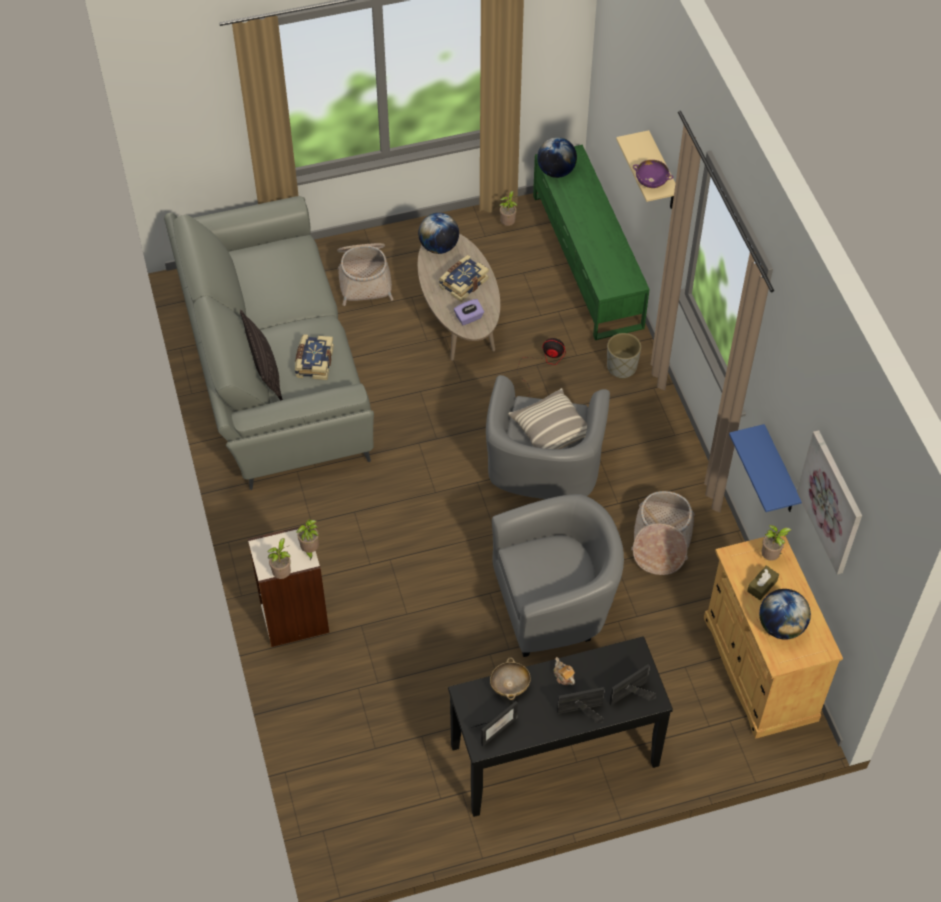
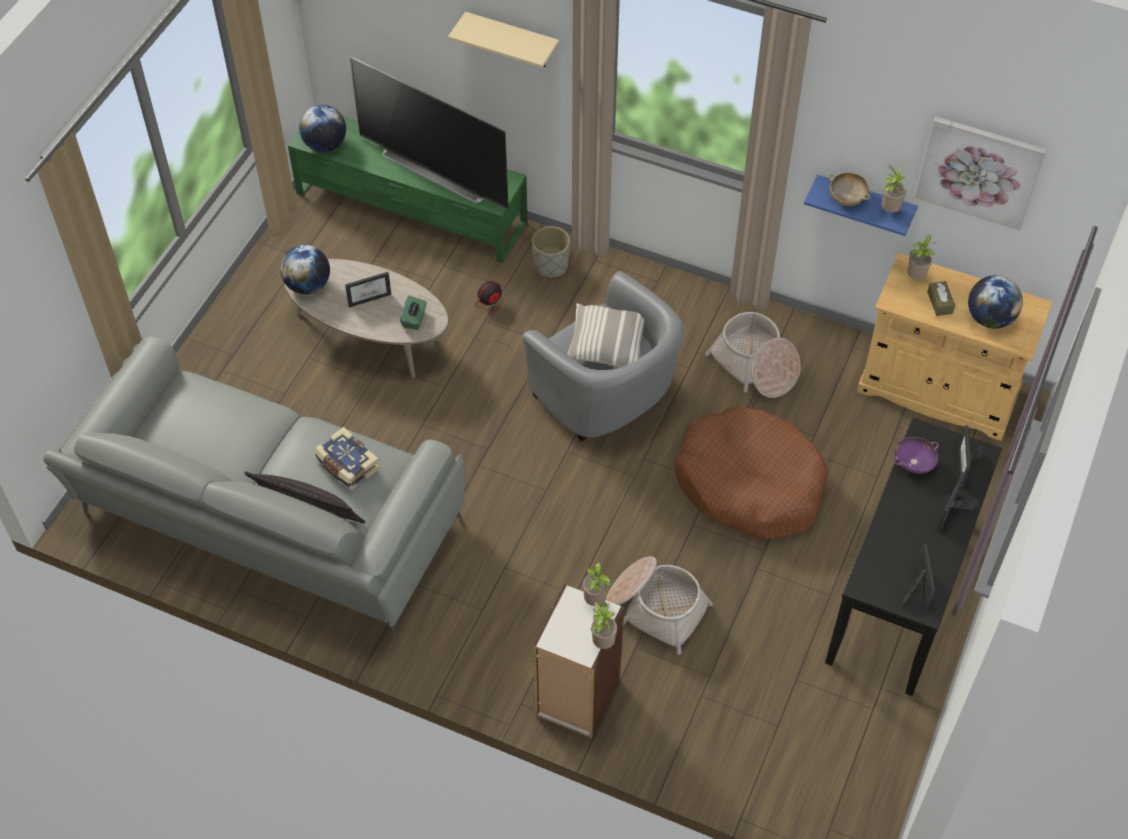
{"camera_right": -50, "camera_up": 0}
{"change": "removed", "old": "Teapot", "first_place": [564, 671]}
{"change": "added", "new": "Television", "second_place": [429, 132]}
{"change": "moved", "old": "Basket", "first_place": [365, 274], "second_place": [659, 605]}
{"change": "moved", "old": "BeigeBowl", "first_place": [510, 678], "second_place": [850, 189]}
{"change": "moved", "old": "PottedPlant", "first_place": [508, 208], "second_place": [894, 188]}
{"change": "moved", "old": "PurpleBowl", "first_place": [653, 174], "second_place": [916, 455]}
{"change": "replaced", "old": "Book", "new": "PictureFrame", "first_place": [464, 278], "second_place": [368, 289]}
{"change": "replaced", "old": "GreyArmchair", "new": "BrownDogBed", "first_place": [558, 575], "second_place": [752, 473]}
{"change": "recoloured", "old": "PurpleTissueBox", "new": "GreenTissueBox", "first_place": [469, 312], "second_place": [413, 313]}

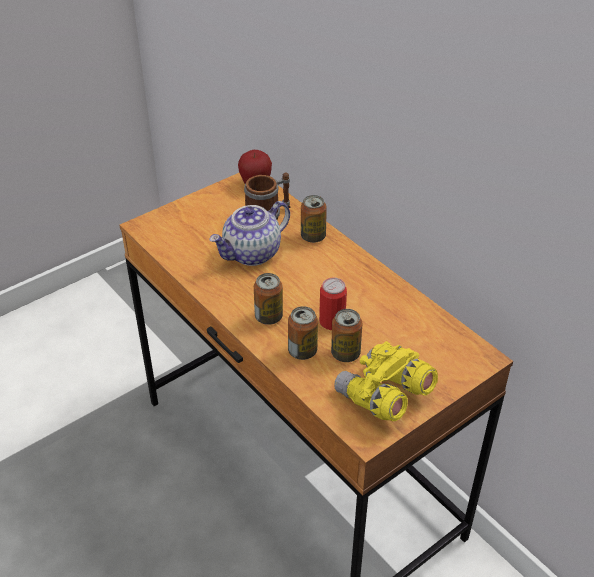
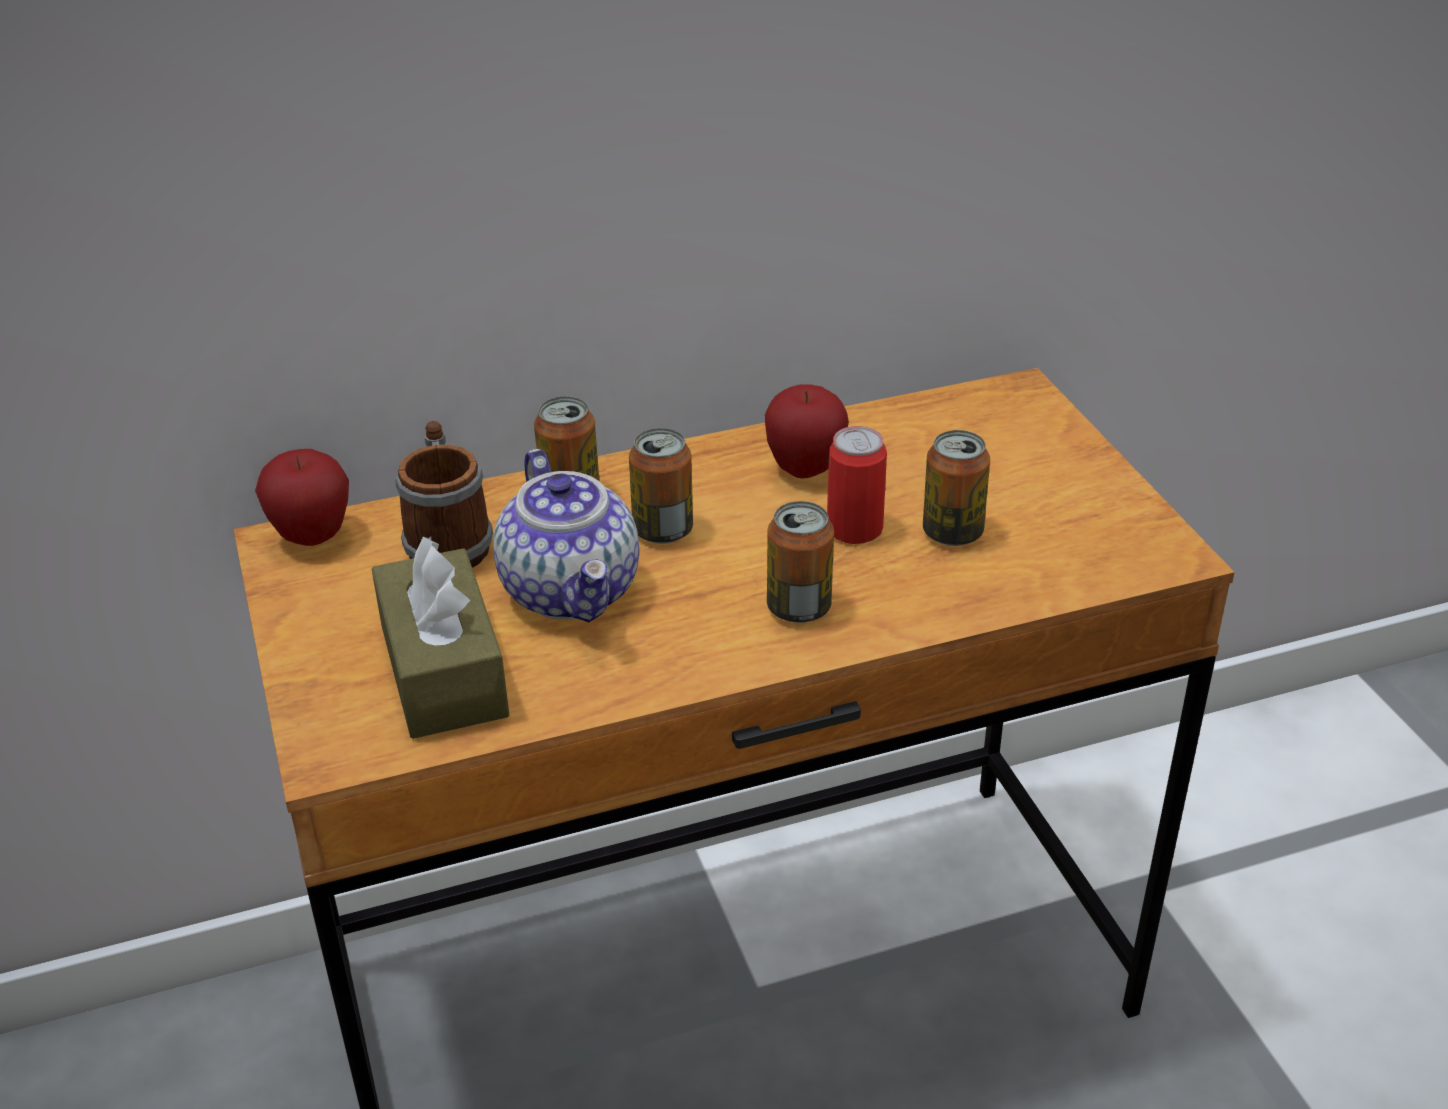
{"camera_right": -70, "camera_up": -5}
{"change": "removed", "old": "YellowBinoculars", "first_place": [386, 381]}
{"change": "added", "new": "BrownTissueBox", "second_place": [440, 638]}
{"change": "added", "new": "Apple", "second_place": [807, 431]}
{"change": "moved", "old": "Can", "first_place": [303, 333], "second_place": [661, 486]}

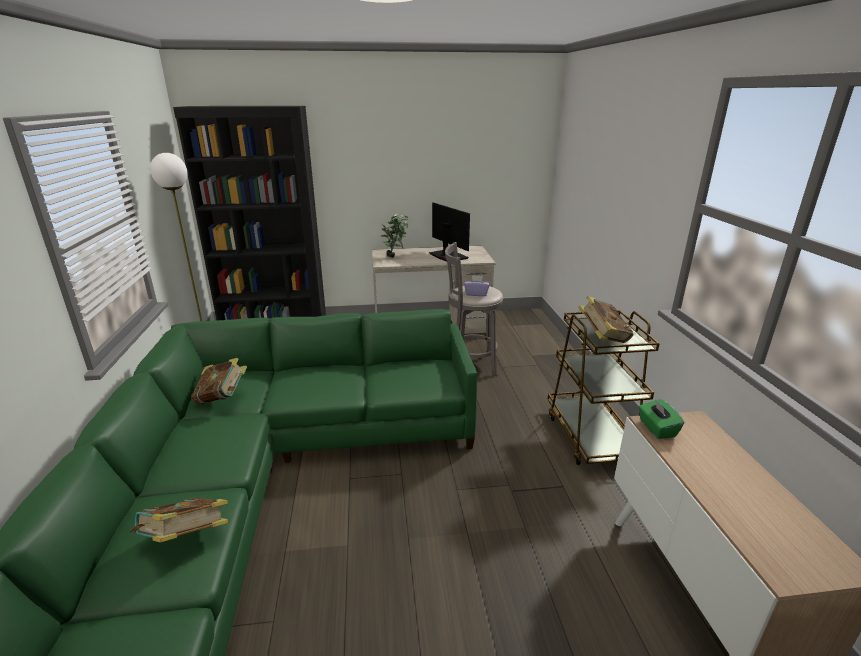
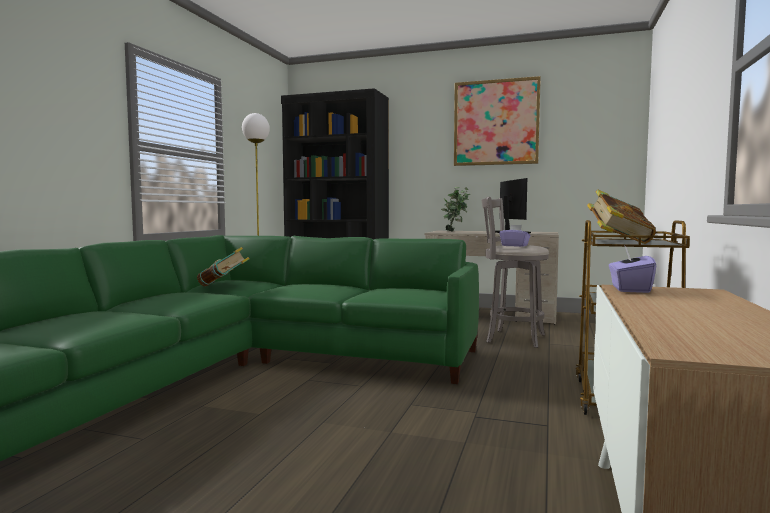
{"camera_right": 25, "camera_up": -20}
{"change": "removed", "old": "Book", "first_place": [179, 520]}
{"change": "added", "new": "Picture", "second_place": [497, 121]}
{"change": "recoloured", "old": "GreenTissueBox", "new": "PurpleTissueBox", "first_place": [661, 419], "second_place": [632, 269]}

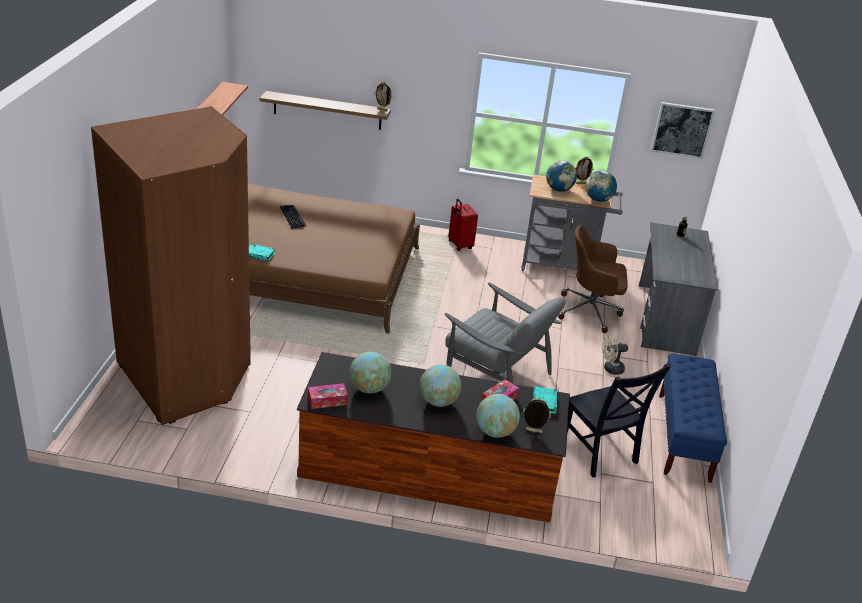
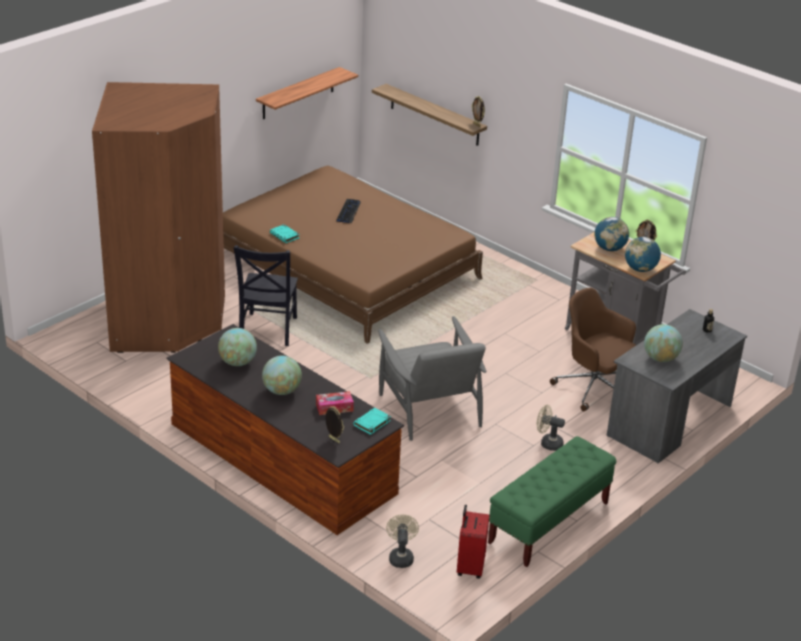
{"camera_right": 35, "camera_up": 0}
{"change": "removed", "old": "TissueBox", "first_place": [328, 396]}
{"change": "removed", "old": "Picture", "first_place": [683, 130]}
{"change": "added", "new": "BeigeFan", "second_place": [402, 541]}
{"change": "moved", "old": "RedSuitcase", "first_place": [463, 225], "second_place": [473, 542]}
{"change": "moved", "old": "Globe", "first_place": [498, 416], "second_place": [663, 343]}
{"change": "moved", "old": "BlackChair", "first_place": [619, 420], "second_place": [266, 295]}
{"change": "recoloured", "old": "BlueBench", "new": "GreenBench", "first_place": [693, 418], "second_place": [552, 501]}

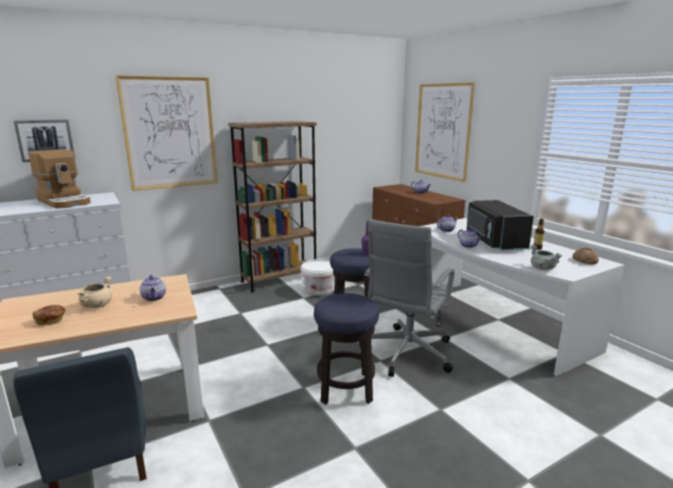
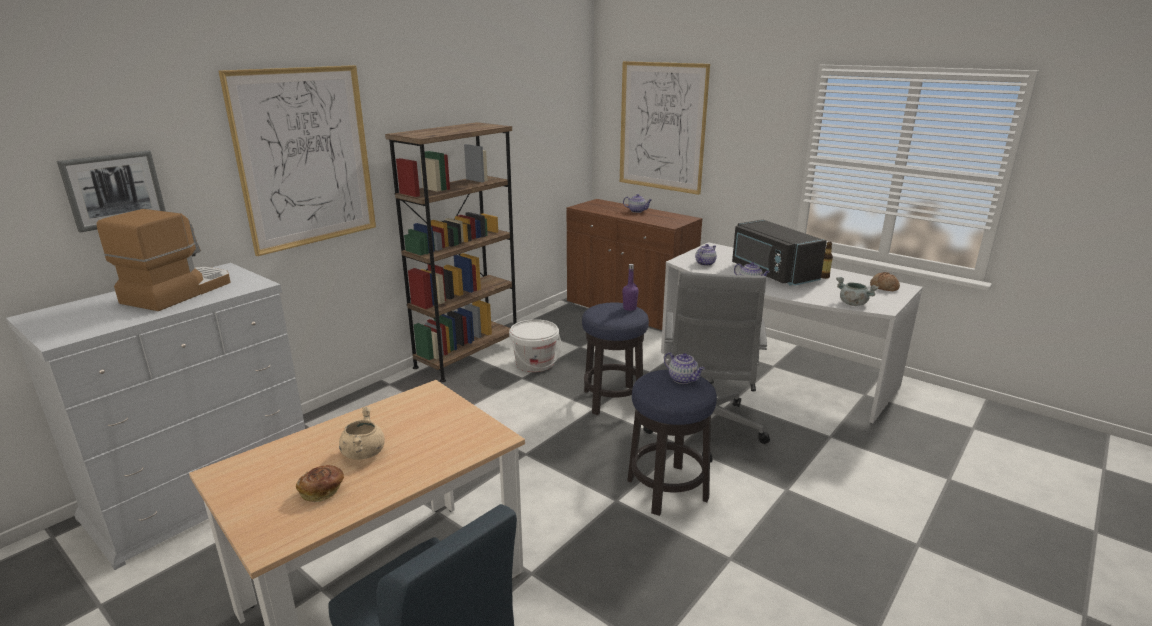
{"camera_right": -20, "camera_up": 5}
{"change": "moved", "old": "Teapot", "first_place": [153, 288], "second_place": [684, 368]}
{"change": "turned", "old": "CoffeeMachine", "first_place": [59, 179], "second_place": [164, 260], "degrees": -90}

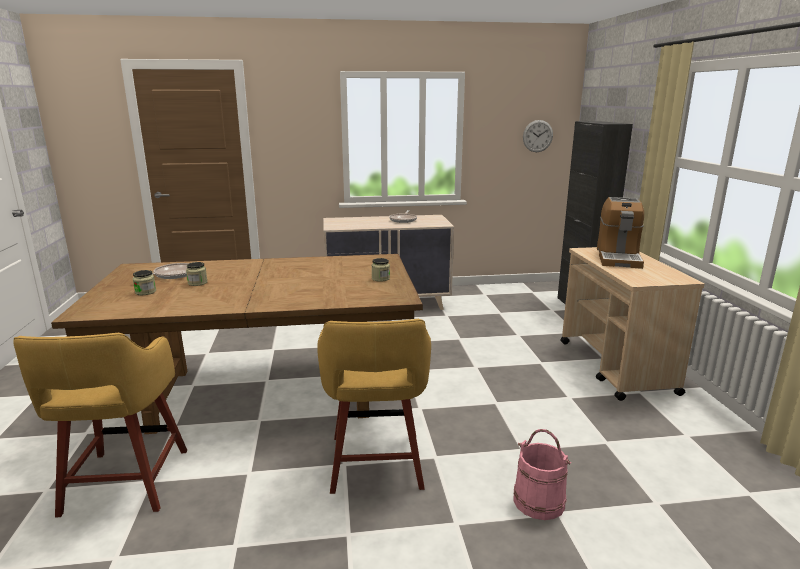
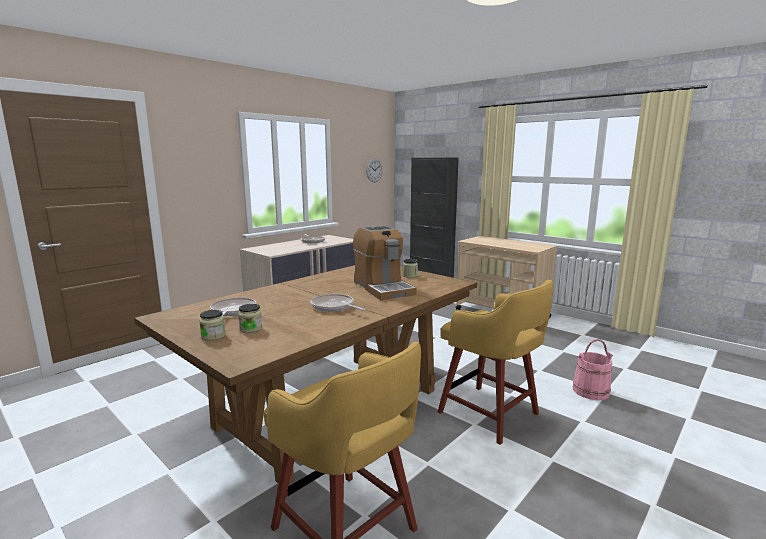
{"camera_right": -40, "camera_up": -5}
{"change": "added", "new": "FryingPan", "second_place": [338, 303]}
{"change": "moved", "old": "Jar", "first_place": [196, 274], "second_place": [212, 325]}
{"change": "moved", "old": "CoffeeMachine", "first_place": [620, 233], "second_place": [385, 263]}

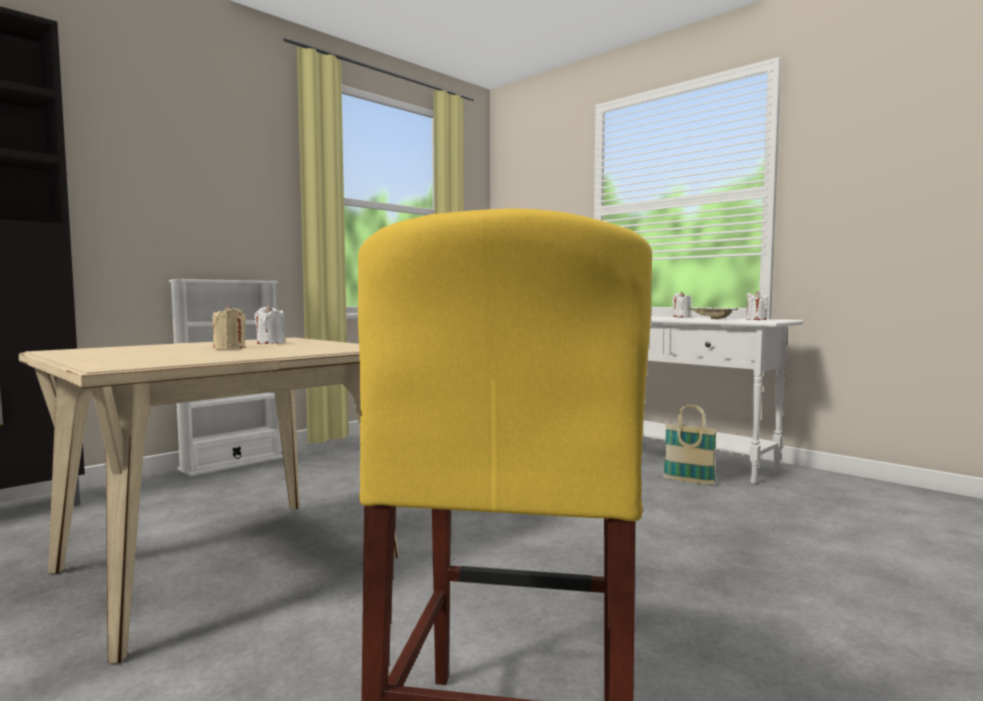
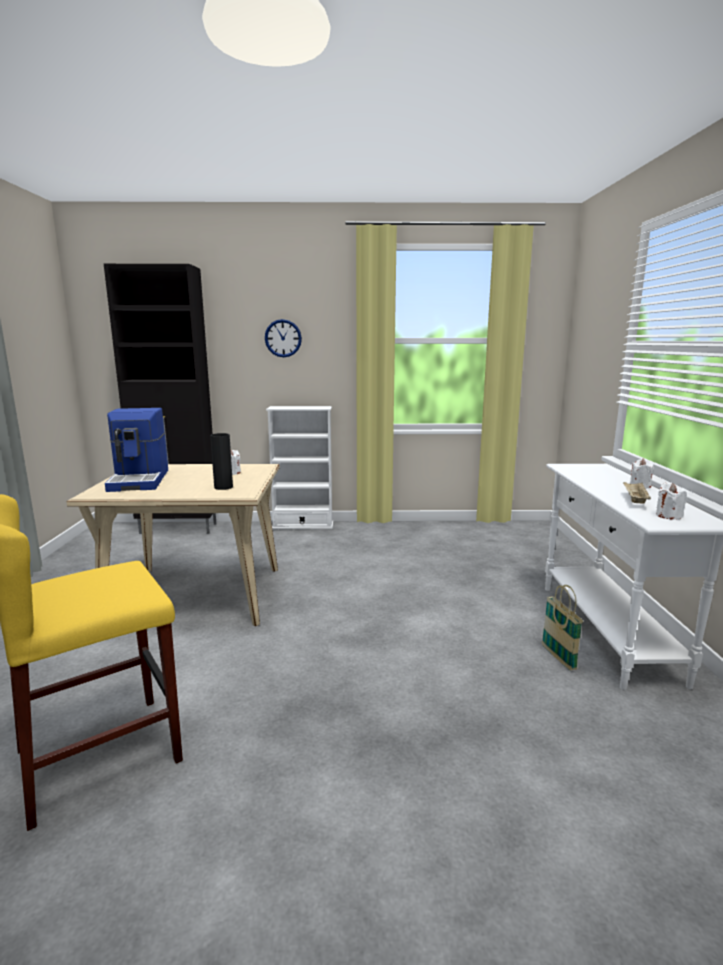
{"camera_right": 45, "camera_up": 10}
{"change": "removed", "old": "BeigeCandle", "first_place": [229, 327]}
{"change": "added", "new": "CoffeeMachine", "second_place": [136, 450]}
{"change": "added", "new": "BlackVase", "second_place": [221, 461]}
{"change": "added", "new": "WallClock", "second_place": [283, 338]}

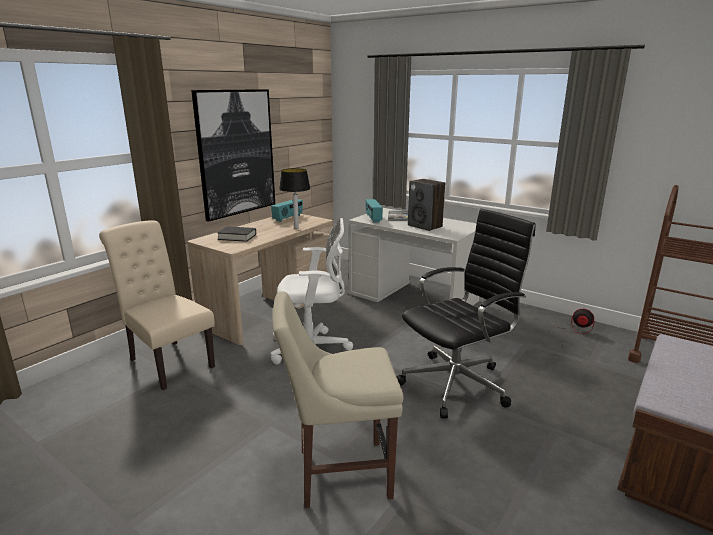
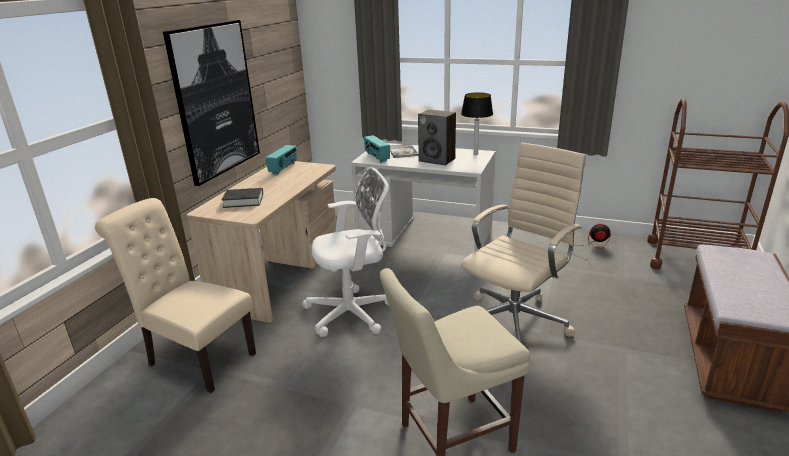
{"camera_right": -15, "camera_up": 5}
{"change": "moved", "old": "TableLamp", "first_place": [295, 198], "second_place": [477, 123]}
{"change": "recoloured", "old": "BlackOfficeChair", "new": "BeigeOfficeChair", "first_place": [466, 314], "second_place": [523, 242]}

